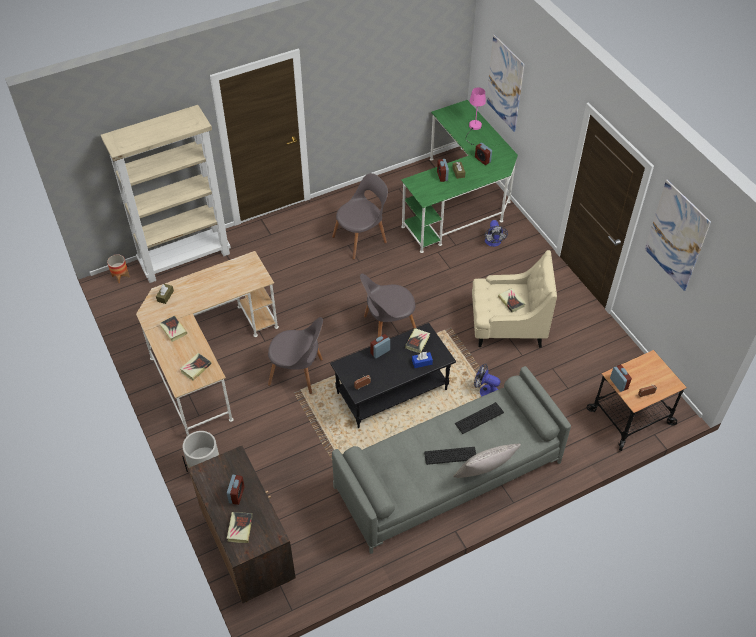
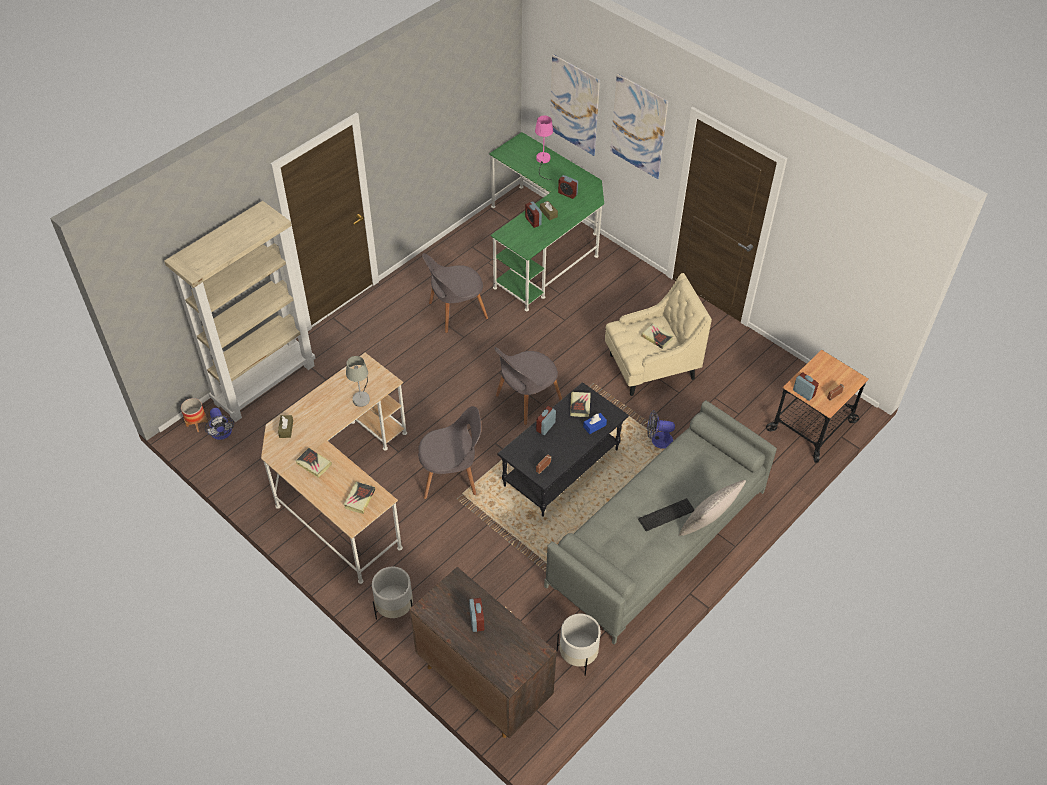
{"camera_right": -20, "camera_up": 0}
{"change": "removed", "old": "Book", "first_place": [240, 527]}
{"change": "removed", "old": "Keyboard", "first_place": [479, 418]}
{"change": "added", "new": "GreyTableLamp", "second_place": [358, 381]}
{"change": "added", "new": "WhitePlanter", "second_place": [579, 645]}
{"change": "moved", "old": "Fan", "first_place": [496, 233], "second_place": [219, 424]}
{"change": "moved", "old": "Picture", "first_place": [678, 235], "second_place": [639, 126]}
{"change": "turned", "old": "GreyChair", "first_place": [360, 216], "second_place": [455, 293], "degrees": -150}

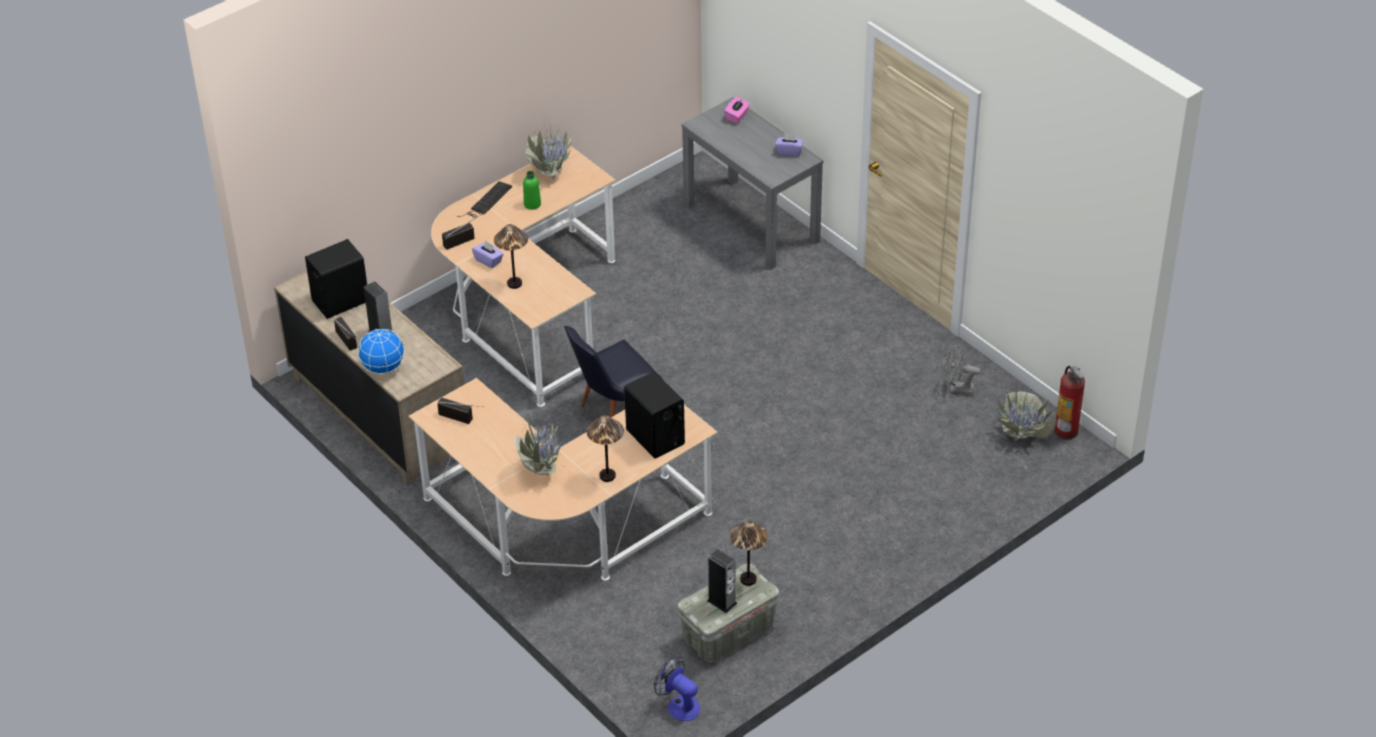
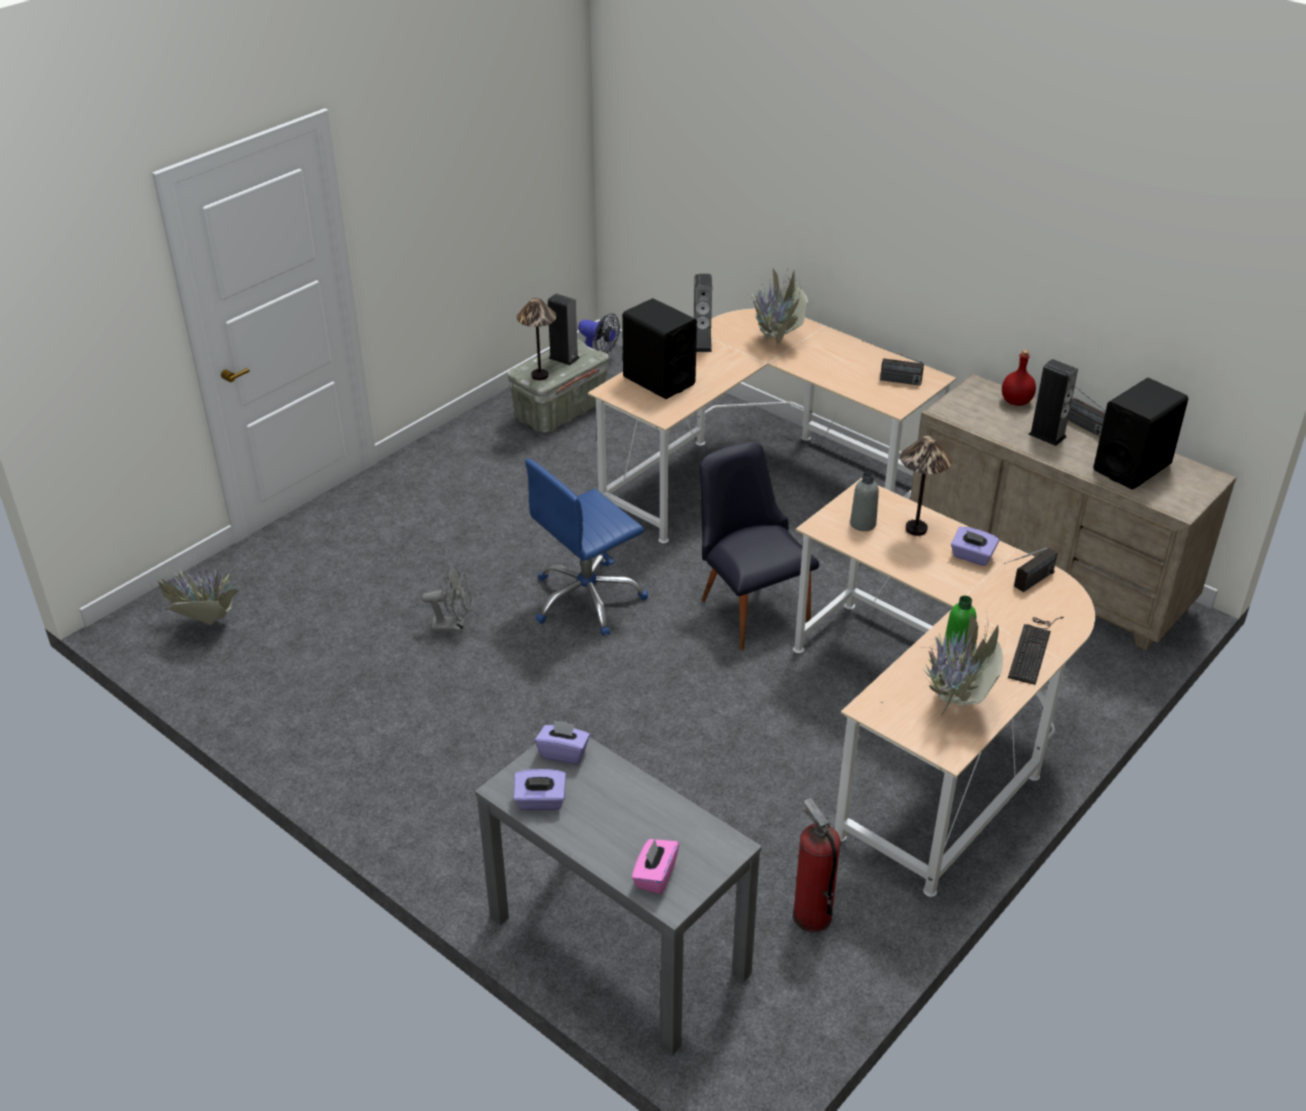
{"camera_right": 170, "camera_up": -5}
{"change": "added", "new": "BlueOfficeChair", "second_place": [586, 547]}
{"change": "added", "new": "PurpleTissueBox", "second_place": [562, 742]}
{"change": "added", "new": "GreyBottle", "second_place": [864, 501]}
{"change": "moved", "old": "GreyFan", "first_place": [962, 370], "second_place": [447, 599]}
{"change": "moved", "old": "FireExtinguisher", "first_place": [1069, 403], "second_place": [817, 865]}
{"change": "replaced", "old": "Globe", "new": "RedBottle", "first_place": [381, 351], "second_place": [1019, 378]}
{"change": "replaced", "old": "TableLamp", "new": "Speaker", "first_place": [605, 448], "second_place": [703, 313]}
{"change": "turned", "old": "BlackChair", "first_place": [613, 371], "second_place": [759, 546], "degrees": -75}

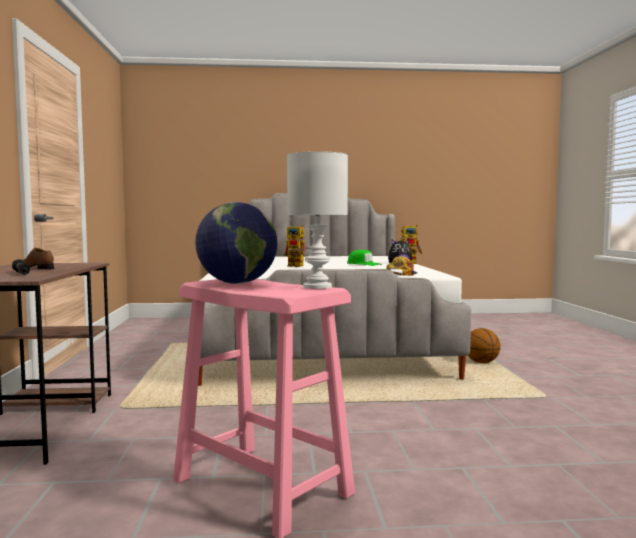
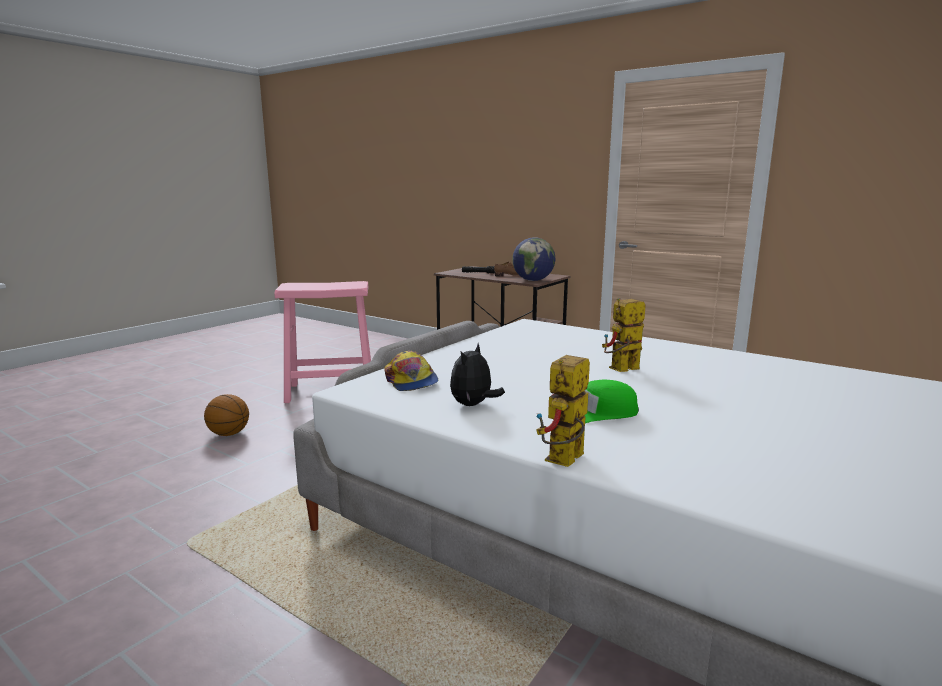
{"camera_right": 130, "camera_up": 10}
{"change": "removed", "old": "WhiteTableLamp", "first_place": [317, 220]}
{"change": "moved", "old": "Globe", "first_place": [236, 243], "second_place": [533, 259]}
{"change": "moved", "old": "Basketball", "first_place": [484, 345], "second_place": [226, 415]}

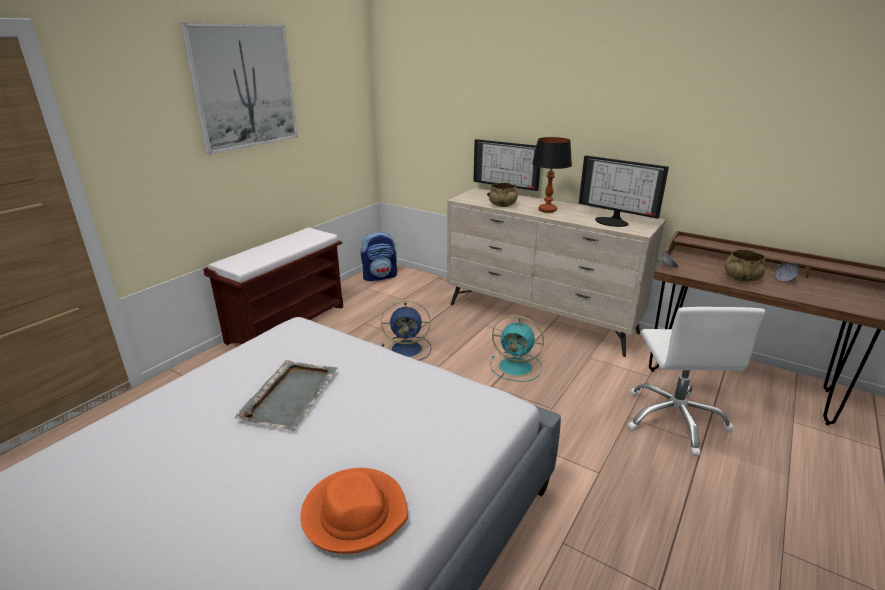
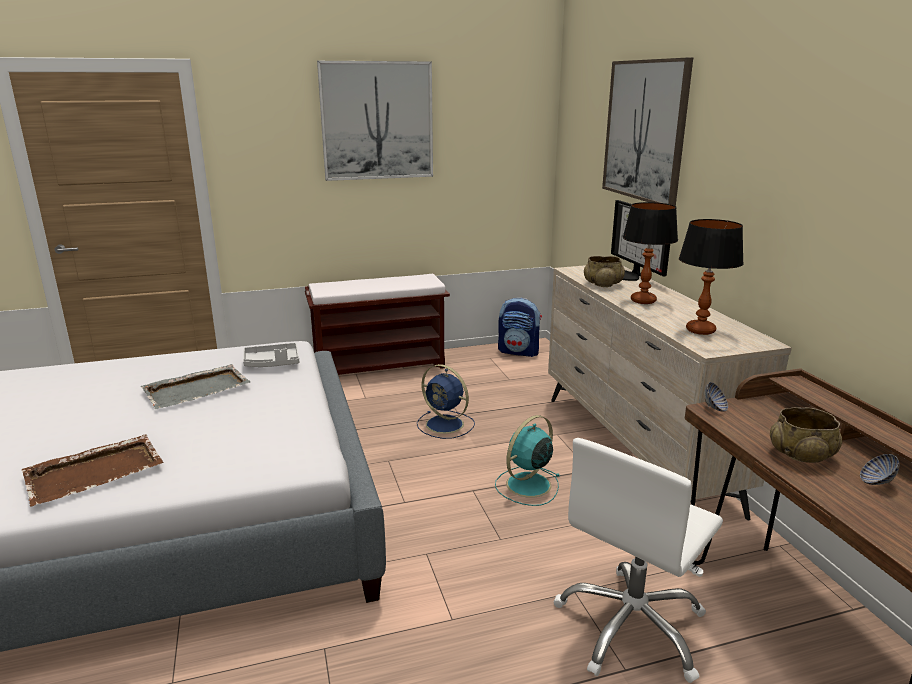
{"camera_right": 40, "camera_up": -5}
{"change": "added", "new": "GreyTray", "second_place": [271, 355]}
{"change": "added", "new": "Picture", "second_place": [647, 132]}
{"change": "replaced", "old": "OrangeHat", "new": "BrownTray", "first_place": [354, 511], "second_place": [93, 470]}
{"change": "replaced", "old": "Monitor", "new": "TableLamp", "first_place": [624, 191], "second_place": [711, 277]}
{"change": "turned", "old": "TurquoiseFan", "first_place": [517, 348], "second_place": [527, 460], "degrees": 75}

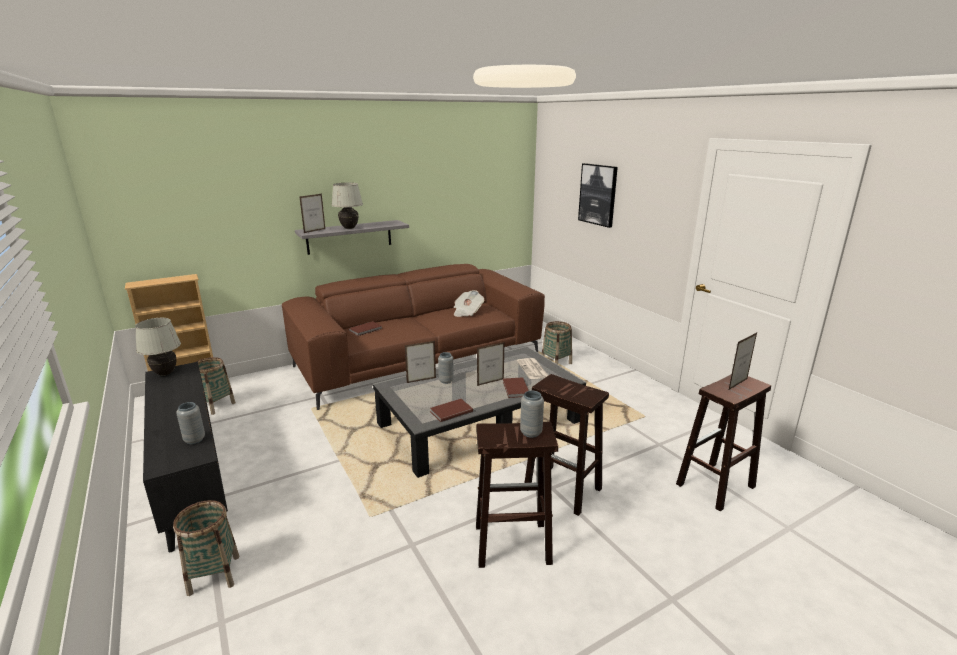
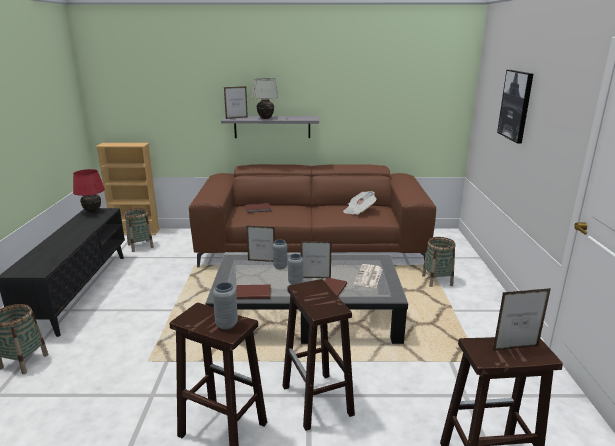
{"camera_right": 30, "camera_up": 0}
{"change": "moved", "old": "GreyVase", "first_place": [190, 423], "second_place": [295, 269]}
{"change": "recoloured", "old": "WhiteTableLamp", "new": "RedTableLamp", "first_place": [158, 347], "second_place": [89, 191]}

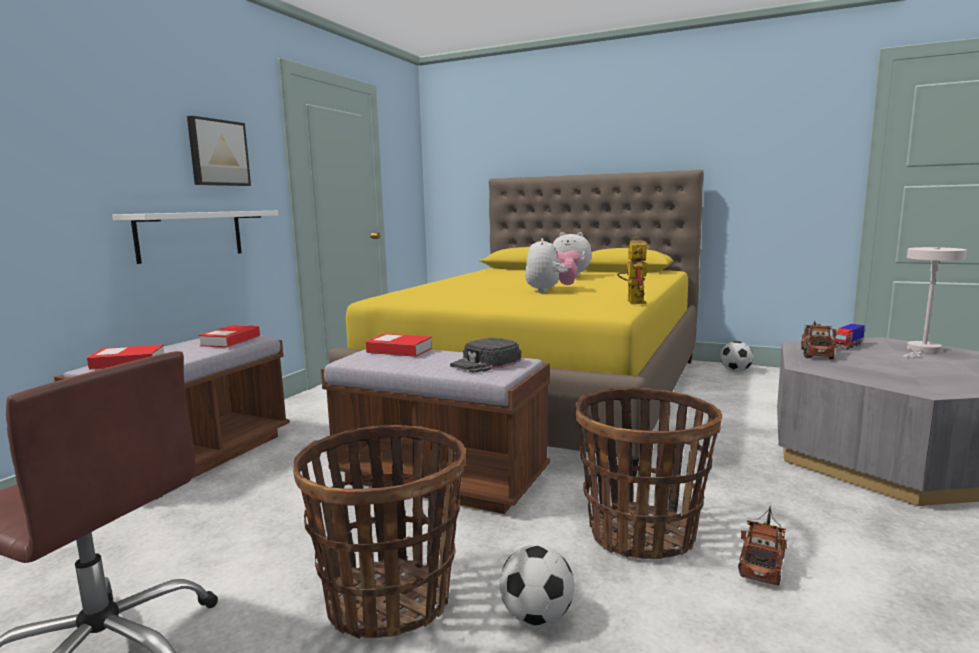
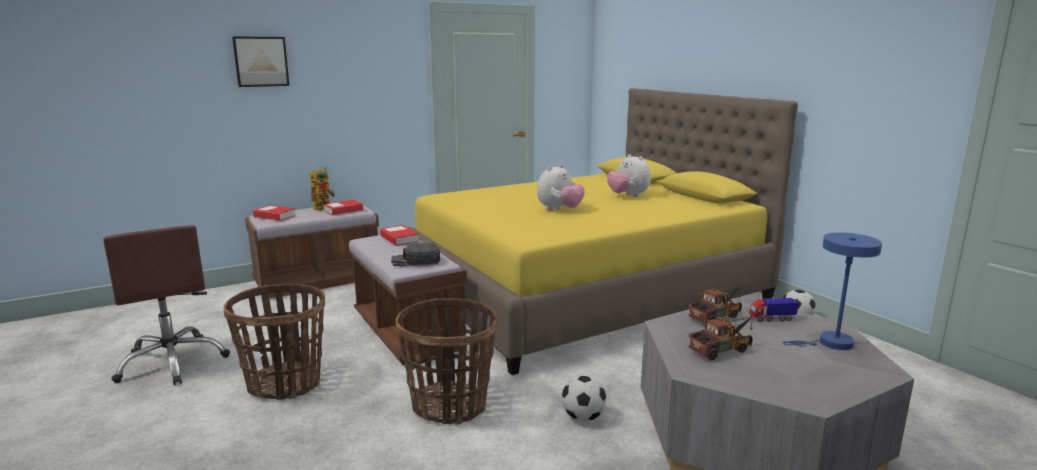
{"camera_right": 35, "camera_up": 5}
{"change": "removed", "old": "WhiteShelf", "first_place": [195, 237]}
{"change": "moved", "old": "Picture", "first_place": [219, 151], "second_place": [260, 62]}
{"change": "moved", "old": "Football", "first_place": [537, 585], "second_place": [584, 398]}
{"change": "moved", "old": "ToyRobot", "first_place": [632, 270], "second_place": [322, 189]}
{"change": "moved", "old": "ToyTruck", "first_place": [762, 546], "second_place": [721, 338]}
{"change": "recoloured", "old": "WhiteTableLamp", "new": "BlueTableLamp", "first_place": [935, 302], "second_place": [832, 291]}

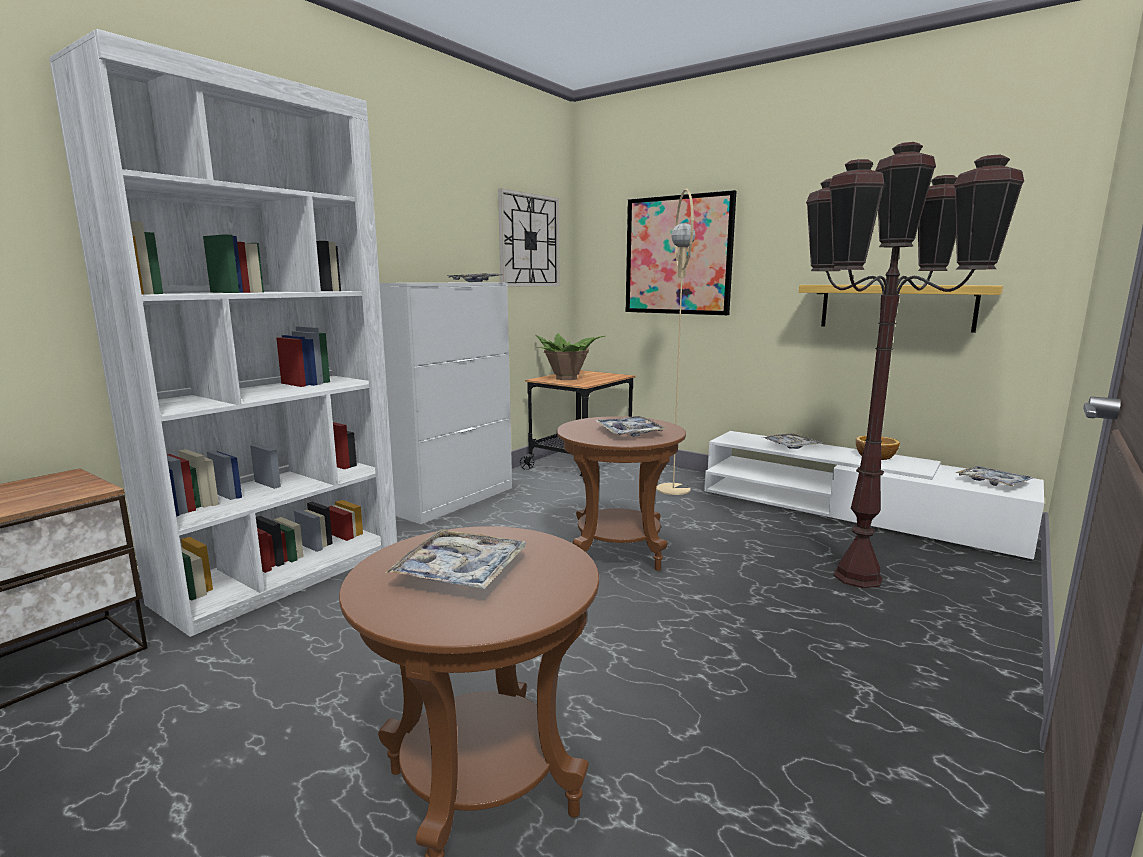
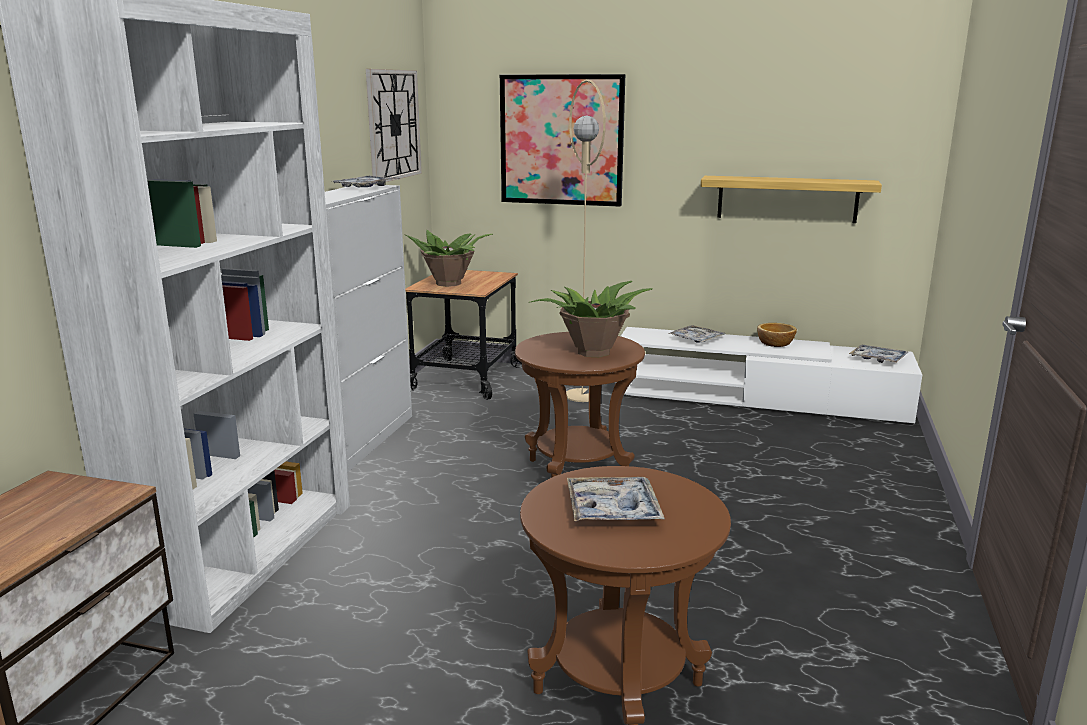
{"camera_right": -20, "camera_up": 5}
{"change": "removed", "old": "BrownFloorLamp", "first_place": [915, 365]}
{"change": "replaced", "old": "Tray", "new": "PottedPlant", "first_place": [631, 426], "second_place": [591, 319]}

